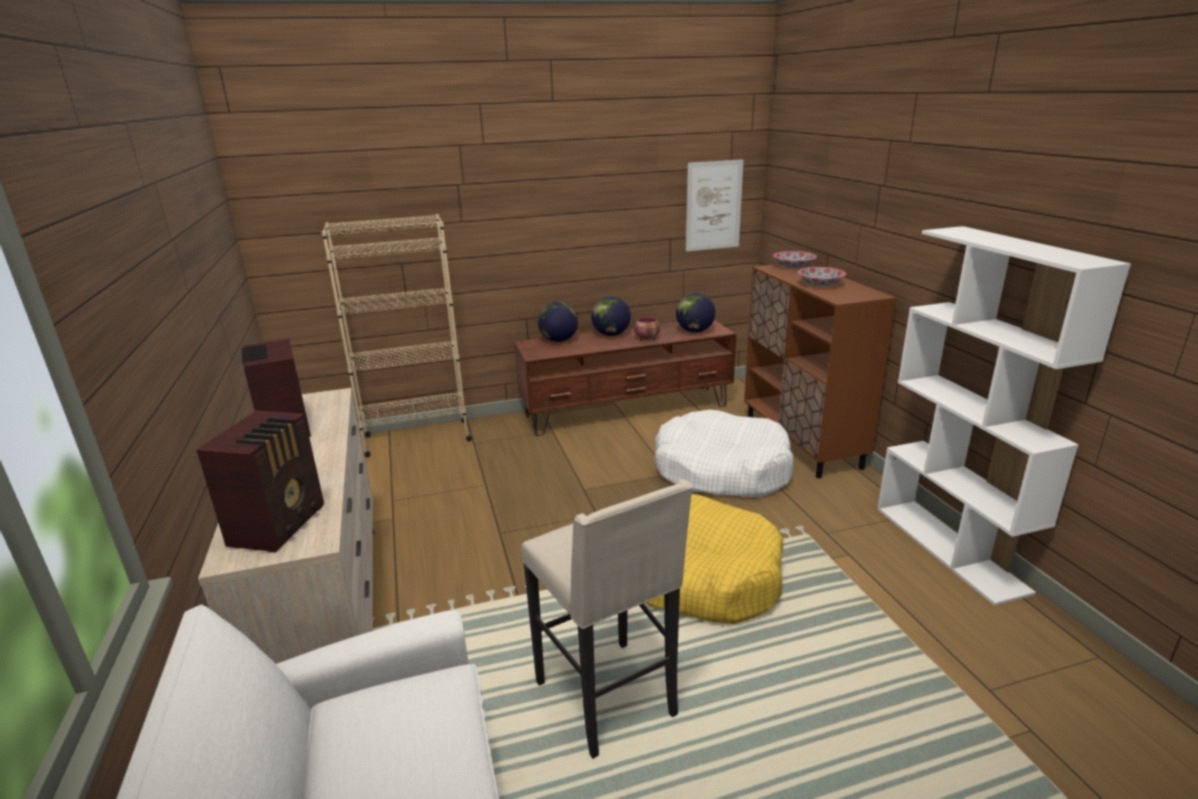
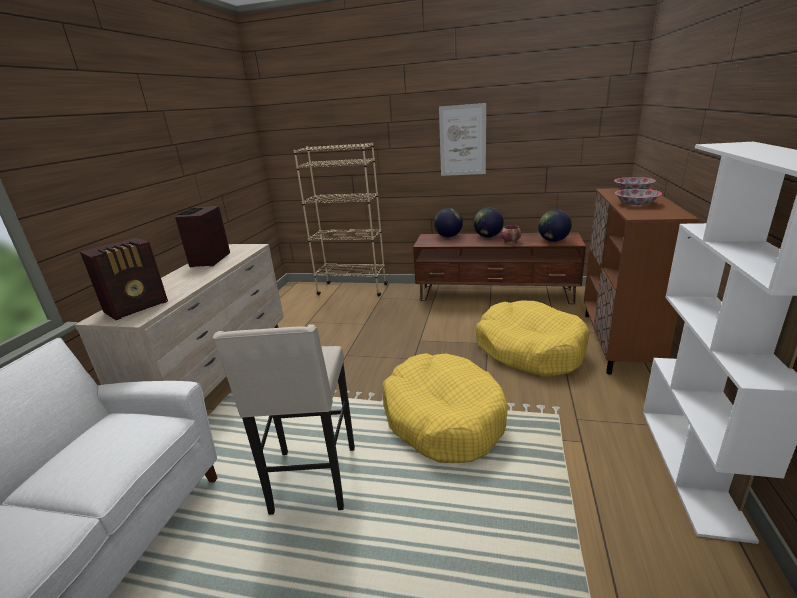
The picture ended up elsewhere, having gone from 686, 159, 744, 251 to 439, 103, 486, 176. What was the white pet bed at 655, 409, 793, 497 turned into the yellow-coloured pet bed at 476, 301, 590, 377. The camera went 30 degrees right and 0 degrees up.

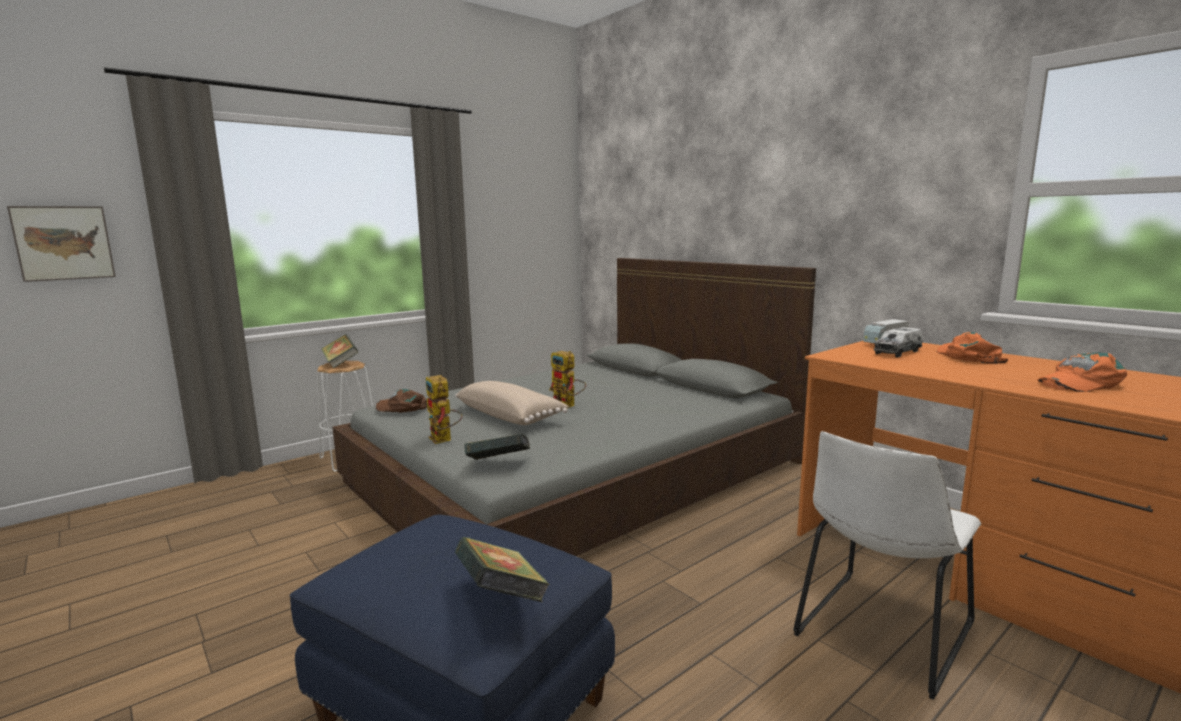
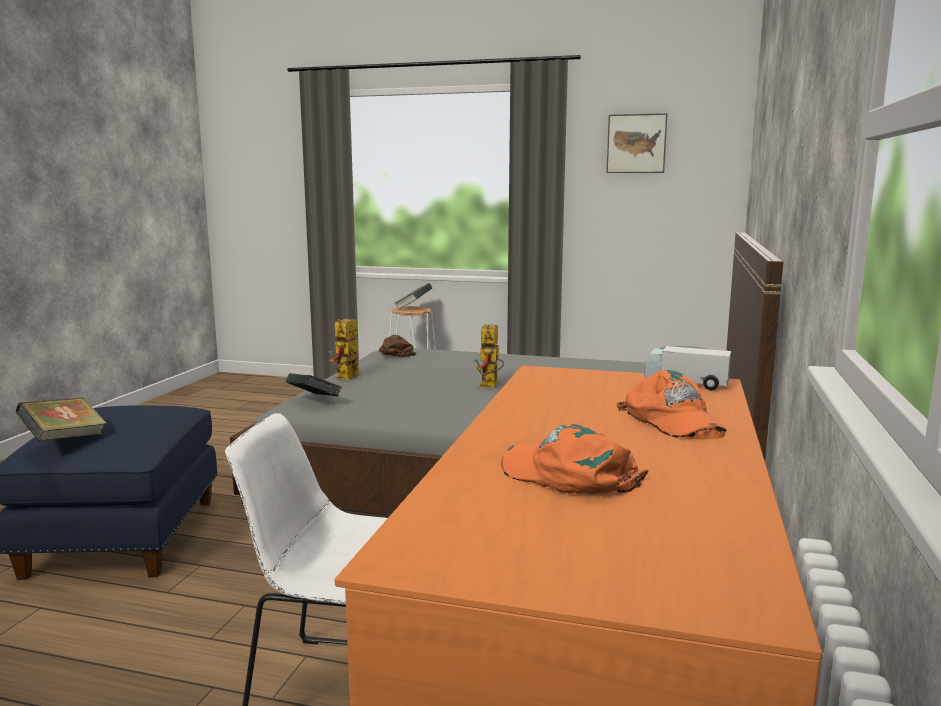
The second view lost the beige cushion at 455, 381, 569, 425. The second view lost the model truck at 874, 327, 923, 357. The picture ended up elsewhere, having gone from 7, 206, 116, 282 to 606, 113, 667, 173. The orange-coloured baseball cap at 936, 332, 1009, 364 ended up facing another way, 105 degrees clockwise from before. The camera went 55 degrees right and 0 degrees up.

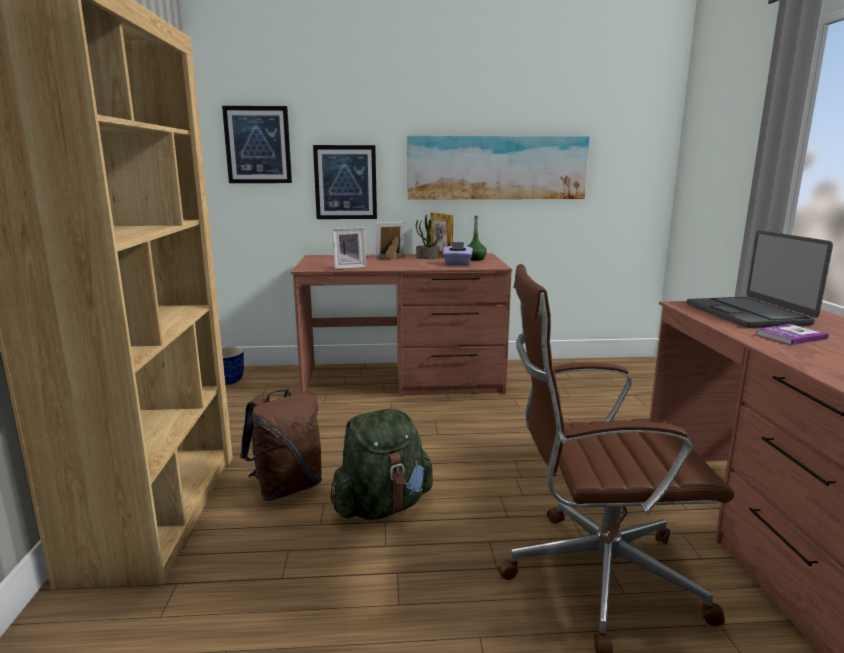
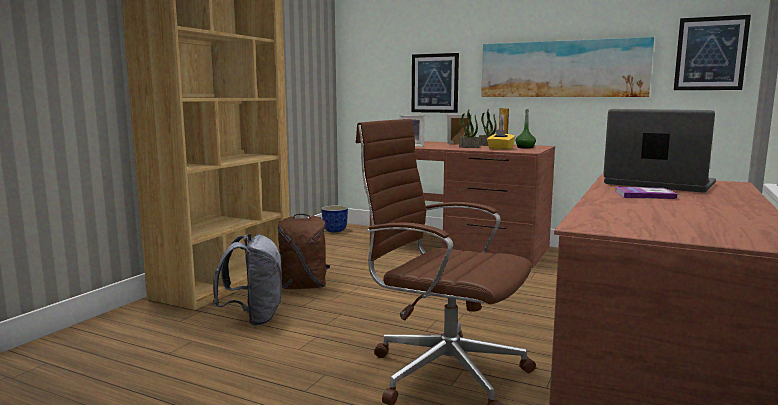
The second view lost the green-coloured knapsack at 330, 409, 433, 520. The second view gained the grey knapsack at 212, 234, 282, 326. The second view gained the plant in a pot at 459, 110, 480, 148. The picture ended up elsewhere, having gone from 222, 106, 292, 183 to 674, 15, 751, 90. What was the purplish box of tissues at 443, 242, 473, 265 turned into the yellow-coloured box of tissues at 487, 129, 516, 150. The laptop at 687, 230, 833, 328 ended up facing another way, 105 degrees clockwise from before. The camera went 30 degrees right and 5 degrees down.

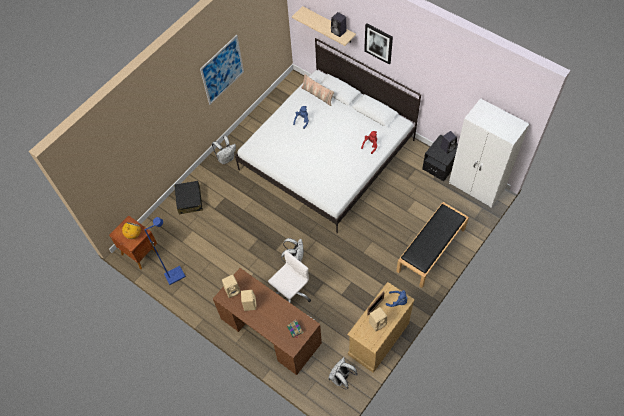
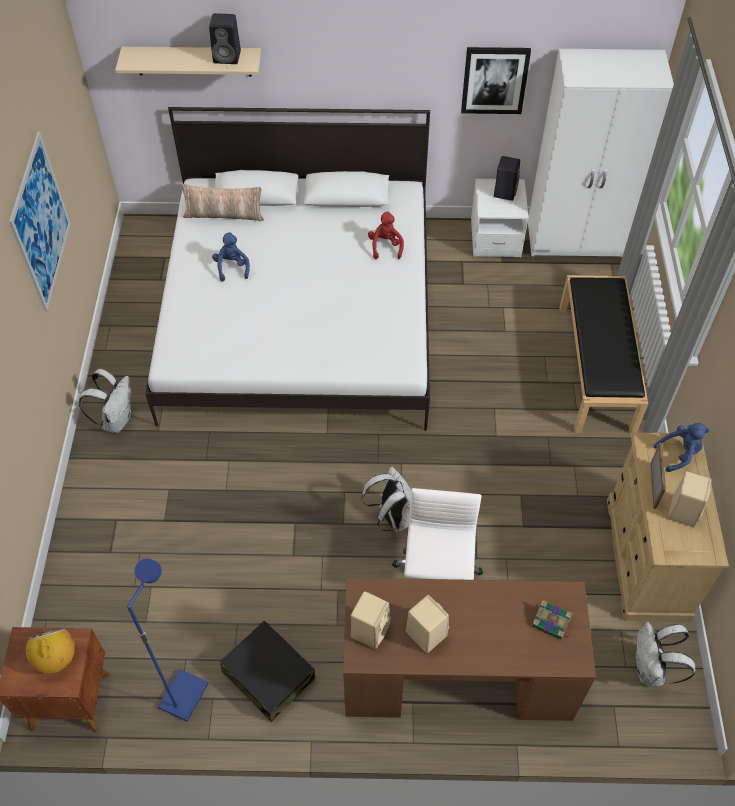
The black travel case ended up elsewhere, having gone from 174, 181, 203, 214 to 219, 620, 315, 722. The picture ended up elsewhere, having gone from 364, 23, 393, 65 to 461, 47, 531, 114. What was the black bedside table at 422, 134, 458, 182 turned into the white bedside table at 471, 179, 529, 257. The camera went 40 degrees left and 5 degrees down.

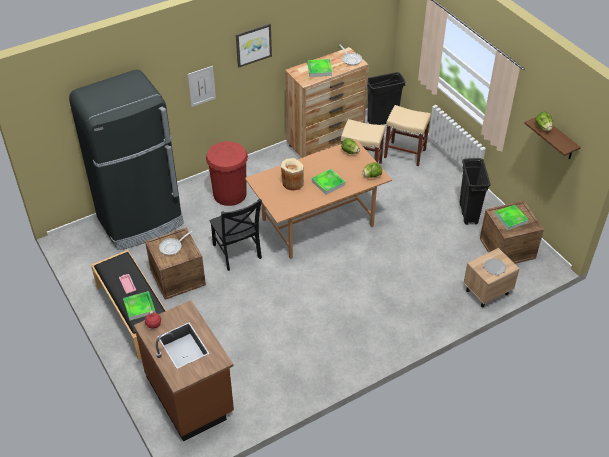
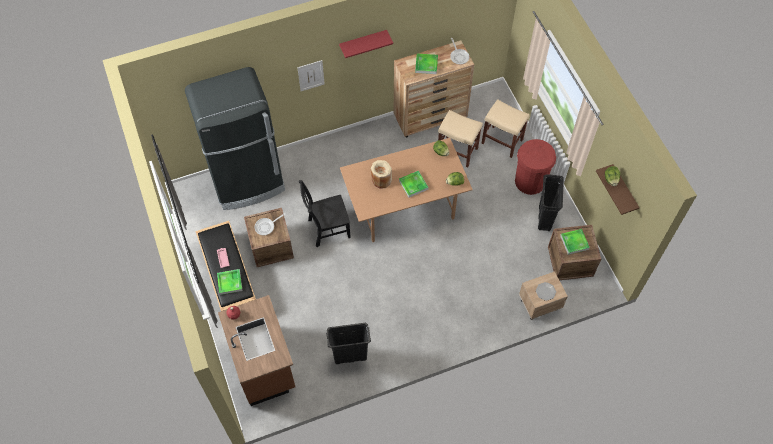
The reddish trash can ended up elsewhere, having gone from 206, 141, 248, 206 to 515, 139, 556, 195. The black trash can ended up elsewhere, having gone from 367, 72, 406, 125 to 326, 323, 371, 364. Where the picture hung at 236, 23, 272, 68, the reddish shelf came to hang at 339, 30, 393, 58. The black plain chair at 209, 199, 262, 271 ended up facing another way, 90 degrees clockwise from before. The camera went 10 degrees right and 15 degrees up.

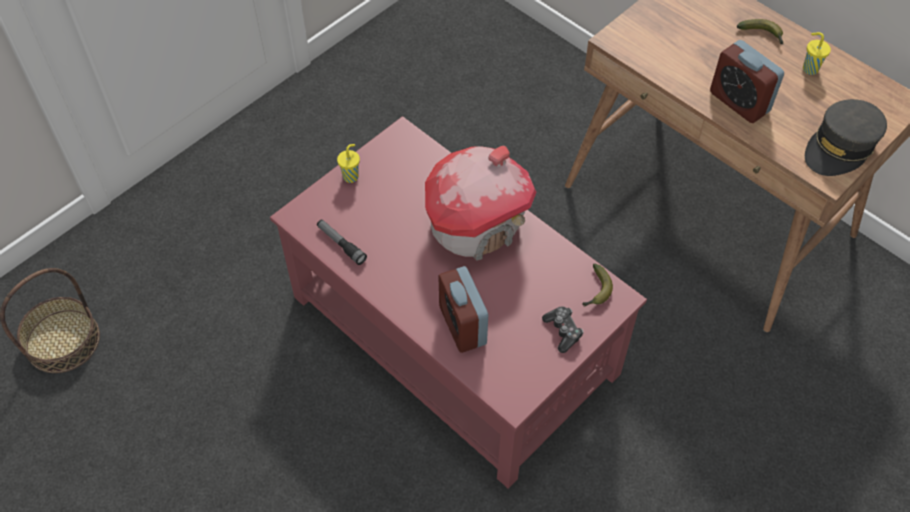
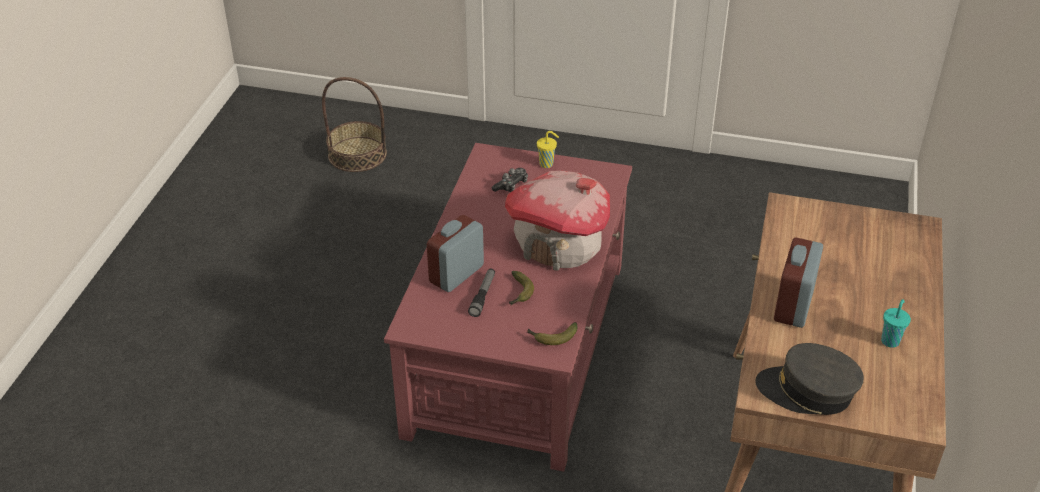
The flashlight ended up elsewhere, having gone from 317, 220, 367, 265 to 468, 269, 495, 317. The game controller ended up elsewhere, having gone from 542, 306, 584, 353 to 491, 168, 528, 193. The banana ended up elsewhere, having gone from 737, 19, 783, 44 to 509, 271, 534, 305. What was the yellow-coloured drinking cup at 803, 32, 831, 75 turned into the turquoise-coloured drinking cup at 881, 299, 911, 348. The camera went 60 degrees right and 15 degrees down.

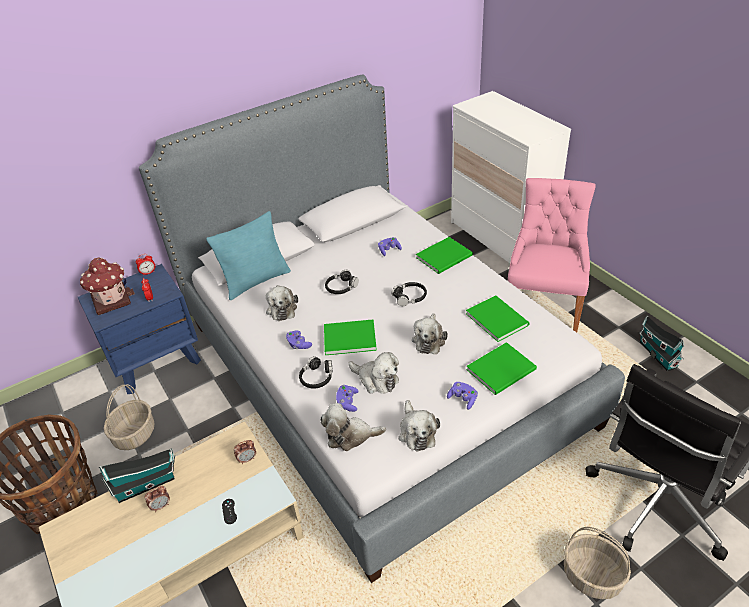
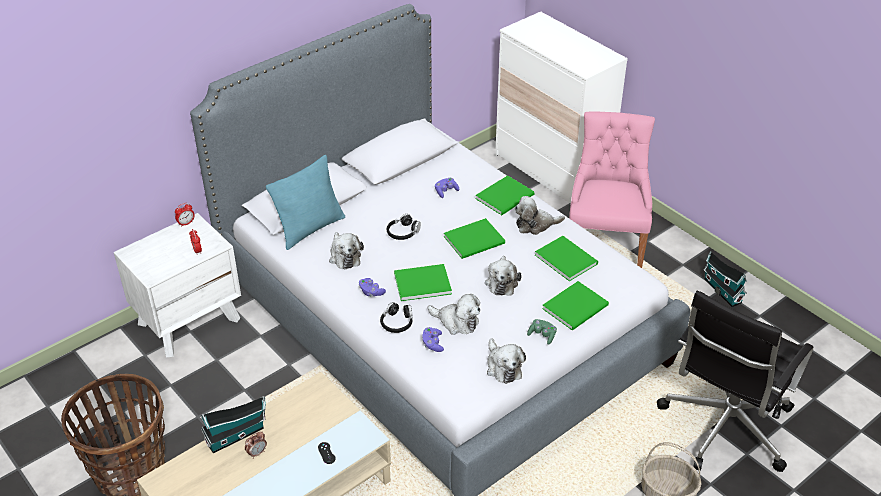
The second view lost the toy house at 80, 257, 135, 315. The second view lost the household basket at 104, 384, 155, 450. The second view lost the alarm clock at 234, 440, 256, 464. The cuddly toy ended up elsewhere, having gone from 320, 403, 386, 451 to 515, 196, 565, 235. Where the black headset stood at 392, 282, 427, 306, the green-coloured book came to stand at 444, 218, 505, 259. What was the blue-coloured bedside table at 78, 264, 201, 394 turned into the white bedside table at 114, 213, 241, 357. What was the purplish game controller at 447, 382, 478, 410 turned into the green-coloured game controller at 527, 319, 557, 345. The camera went 10 degrees left and 0 degrees up.

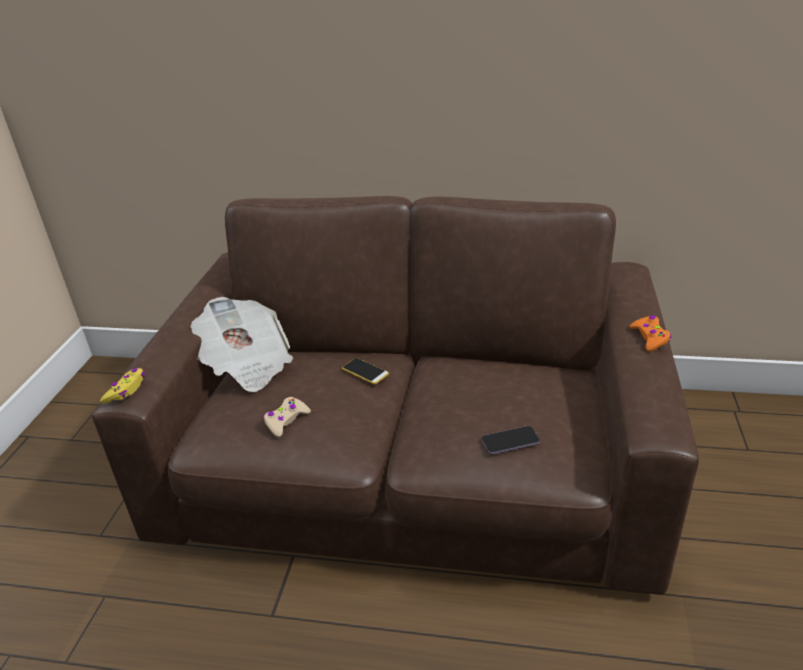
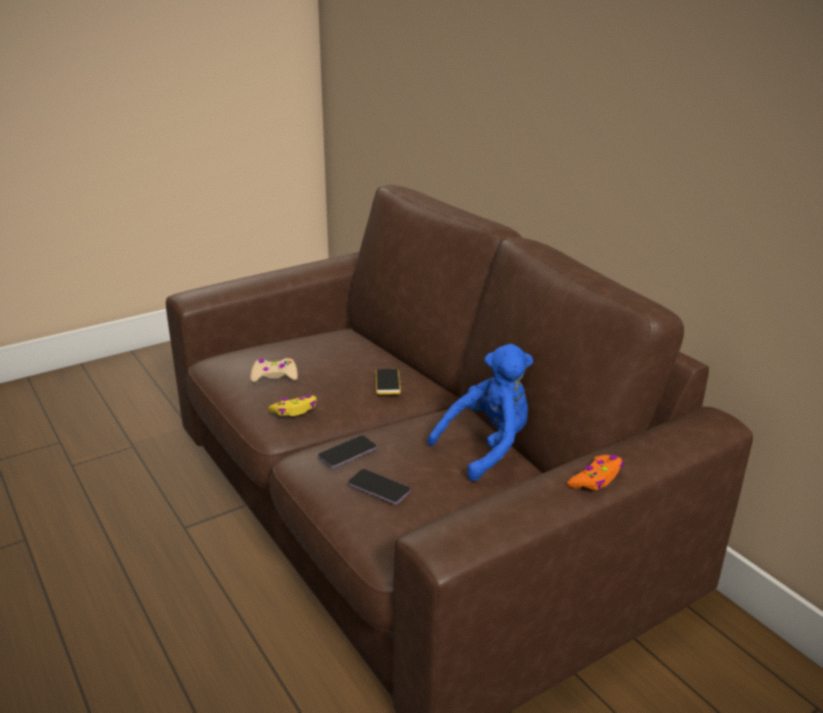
The second view lost the newspaper at 191, 297, 293, 392. The second view gained the telephone at 318, 435, 377, 468. The second view gained the blue-coloured cuddly toy at 427, 344, 533, 481. The yellow-coloured game controller ended up elsewhere, having gone from 100, 368, 145, 404 to 268, 395, 317, 416. The camera went 45 degrees right and 5 degrees down.

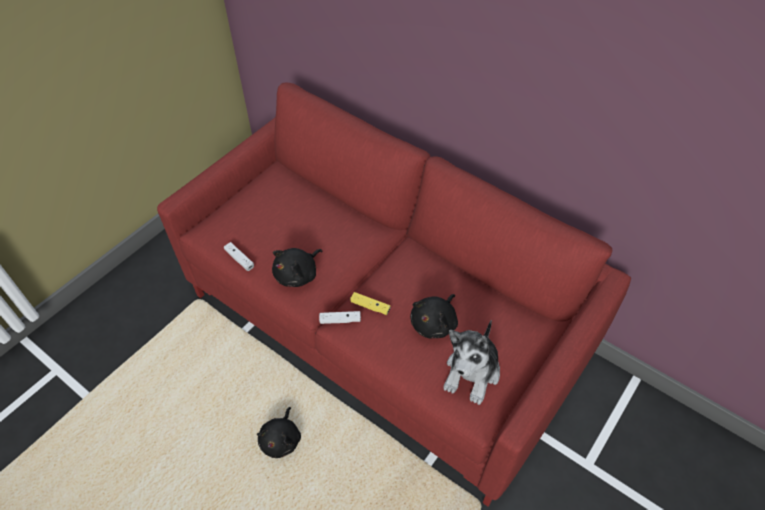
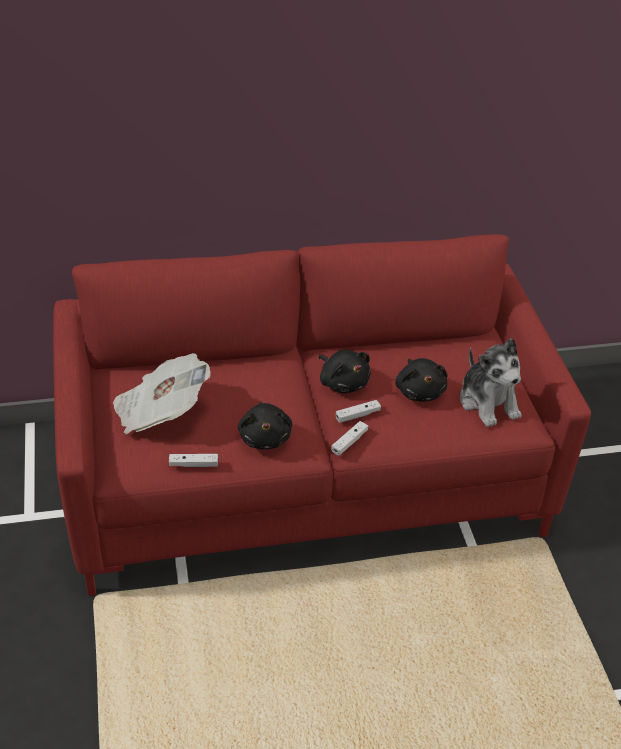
The second view gained the newspaper at 113, 353, 211, 434. The black cuddly toy ended up elsewhere, having gone from 257, 407, 301, 458 to 318, 350, 371, 393. What was the yellow-coloured game controller at 350, 292, 391, 315 turned into the white game controller at 336, 400, 381, 423. The camera went 50 degrees left and 10 degrees down.

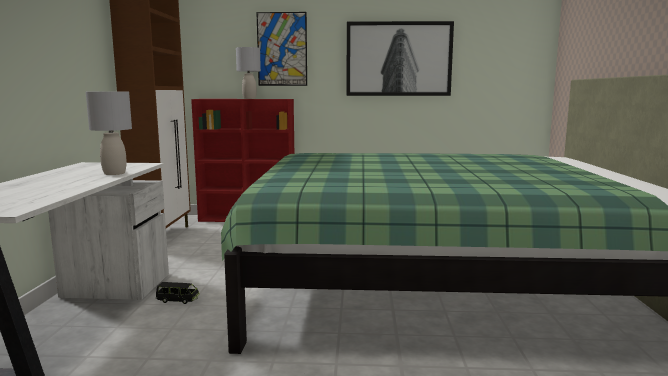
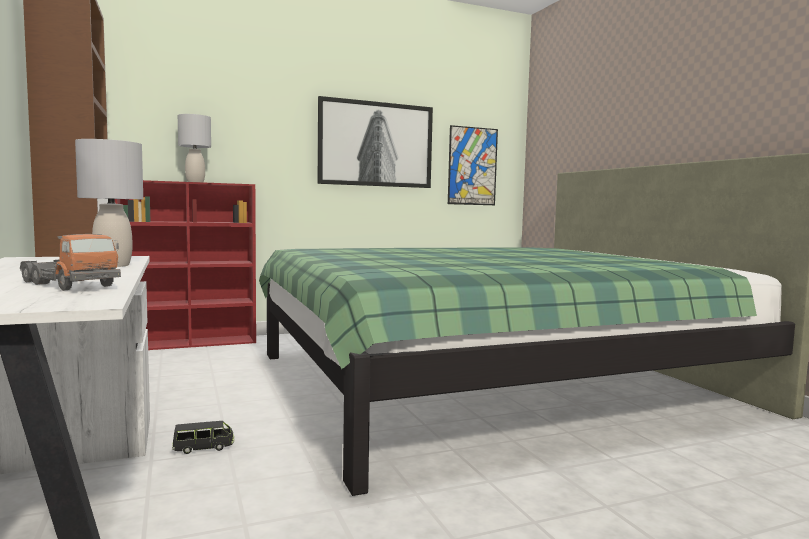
The second view gained the model truck at 20, 234, 121, 291. The picture ended up elsewhere, having gone from 256, 12, 307, 86 to 448, 125, 498, 205. The camera went 25 degrees left and 5 degrees down.

